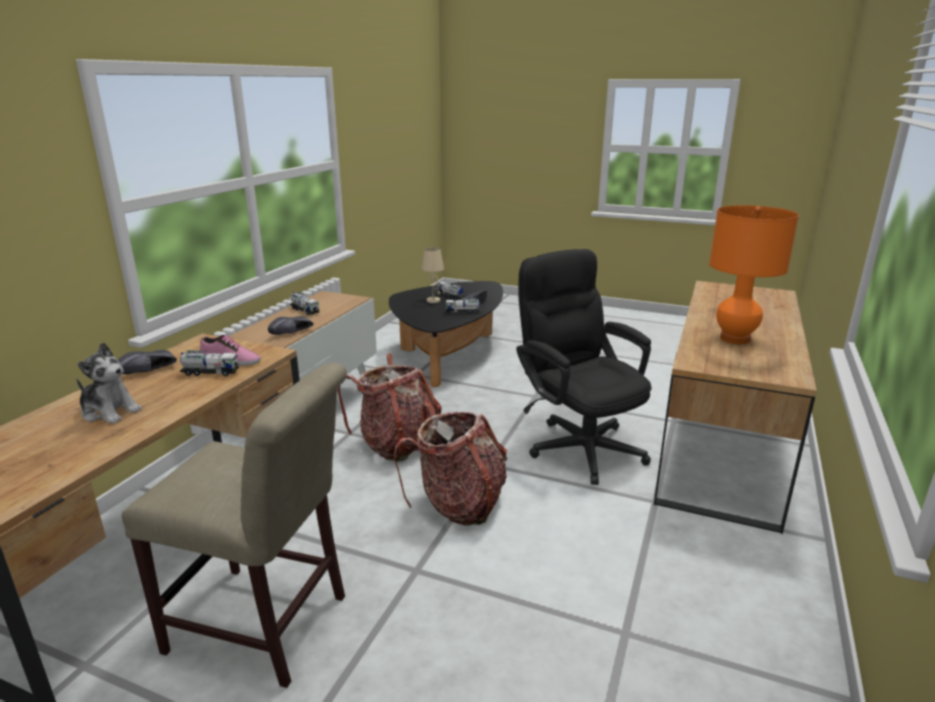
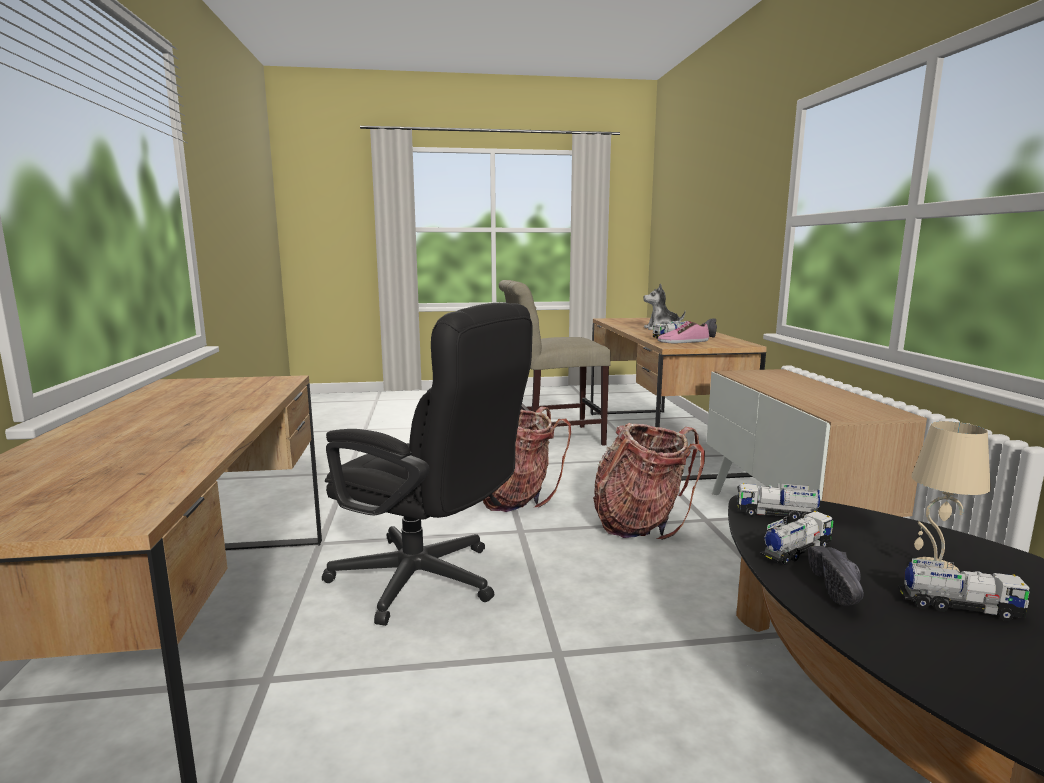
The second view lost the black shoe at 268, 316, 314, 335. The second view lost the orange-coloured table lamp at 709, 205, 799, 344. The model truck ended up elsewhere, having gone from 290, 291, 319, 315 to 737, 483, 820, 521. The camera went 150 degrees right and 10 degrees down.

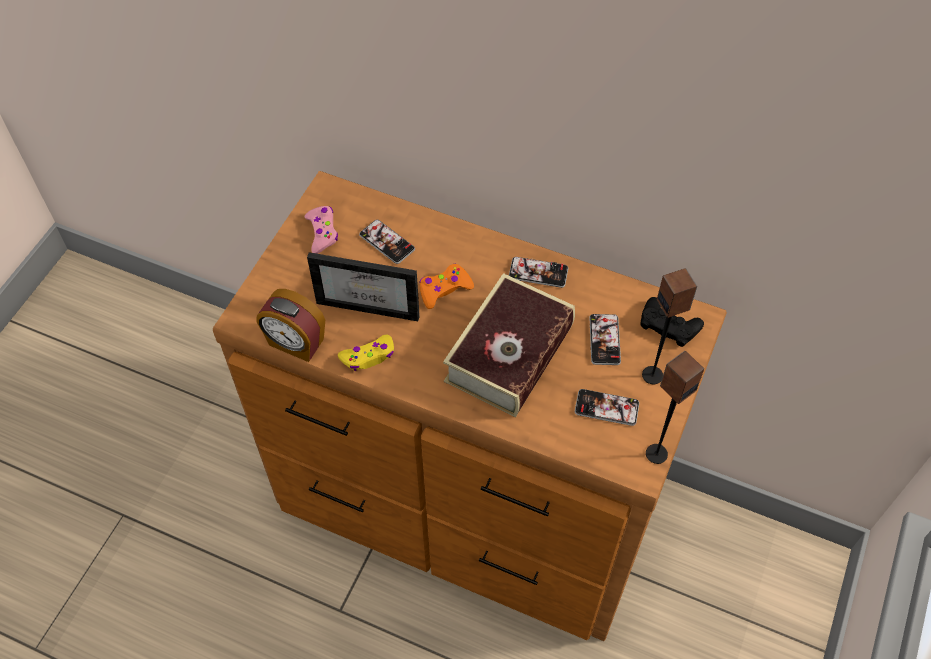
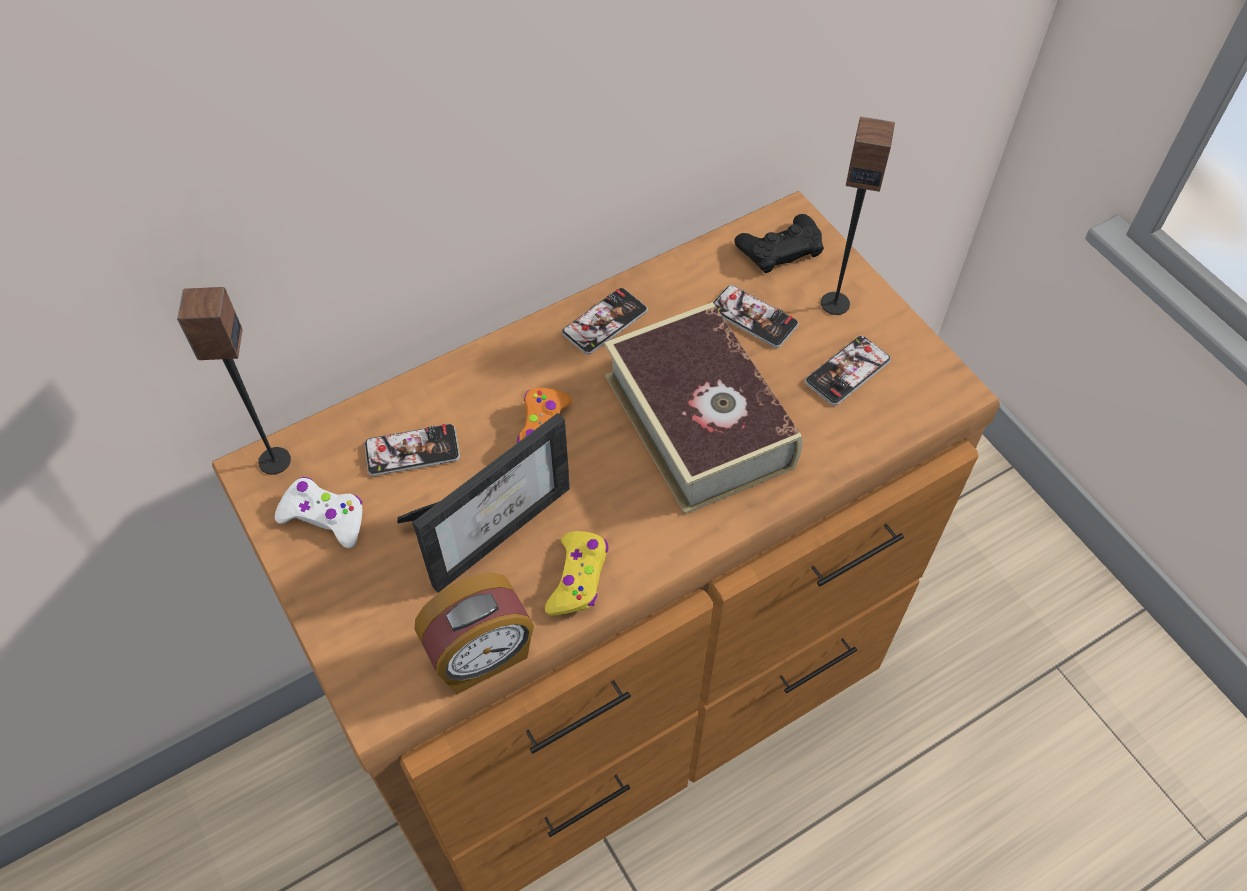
The speaker ended up elsewhere, having gone from 646, 351, 704, 464 to 177, 287, 291, 474. What was the pinkish game controller at 305, 206, 338, 254 turned into the white game controller at 275, 477, 362, 549. The camera went 55 degrees left and 0 degrees up.

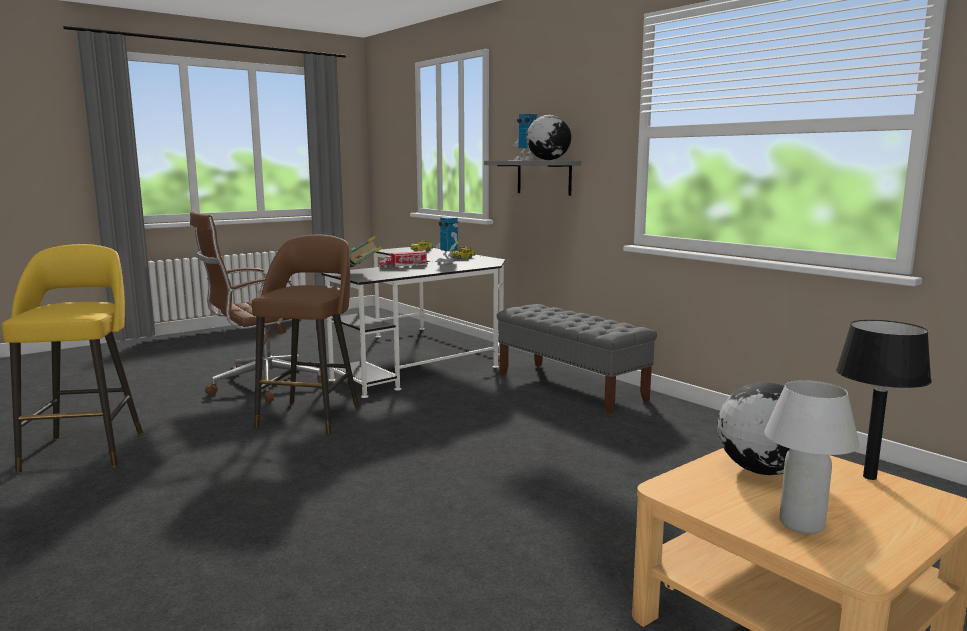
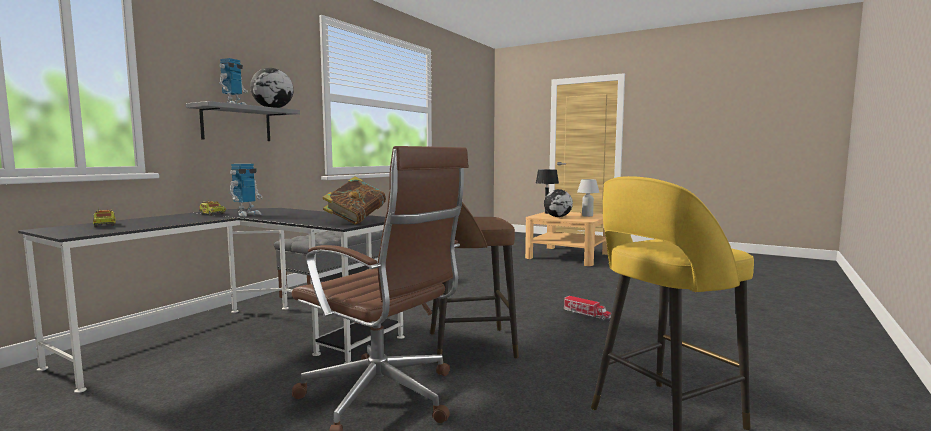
The model truck ended up elsewhere, having gone from 378, 251, 428, 269 to 563, 296, 611, 320. The camera went 110 degrees left and 5 degrees down.

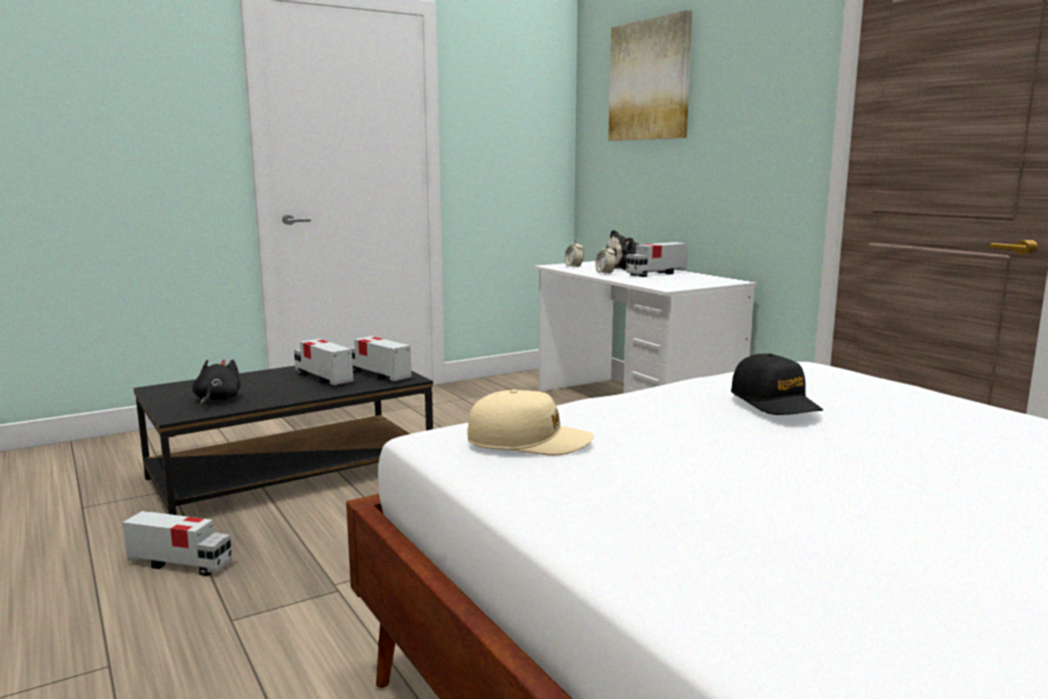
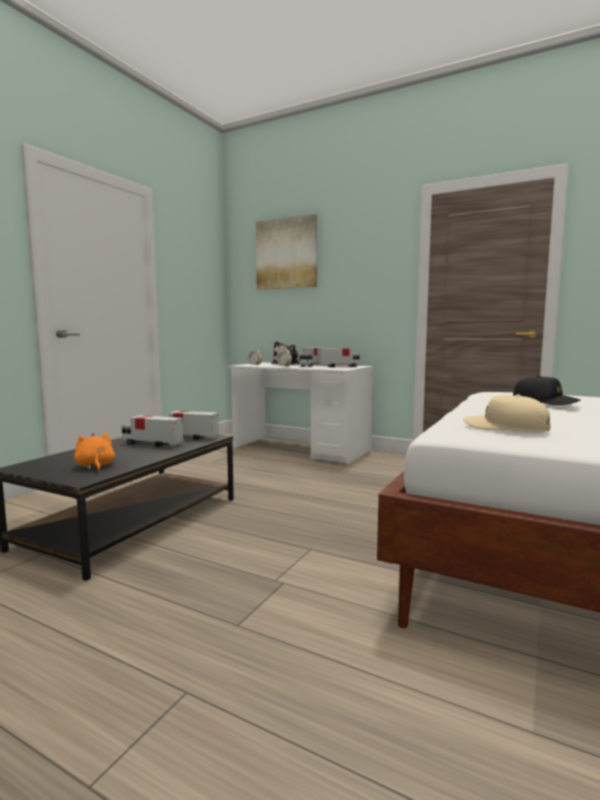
The model truck ended up elsewhere, having gone from 123, 511, 233, 576 to 317, 348, 360, 368. What was the black cuddly toy at 192, 360, 241, 408 turned into the orange-coloured cuddly toy at 74, 432, 115, 471. The beige baseball cap at 468, 390, 594, 456 ended up facing another way, 120 degrees counterclockwise from before. The camera went 30 degrees left and 5 degrees down.

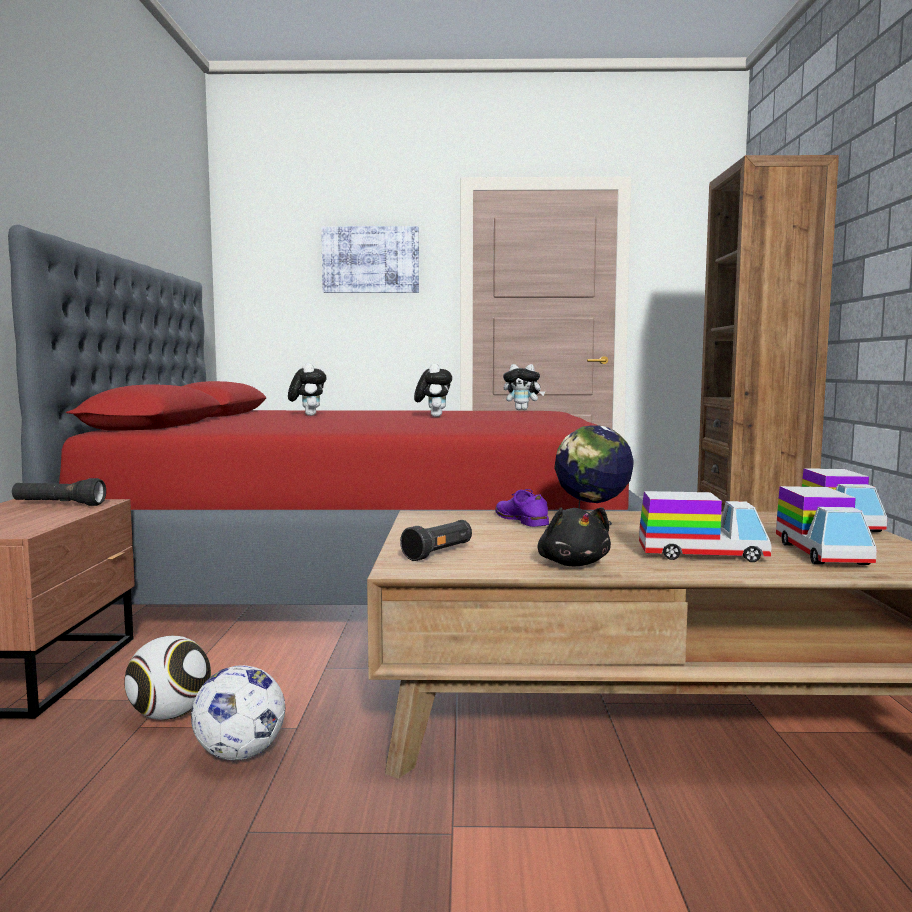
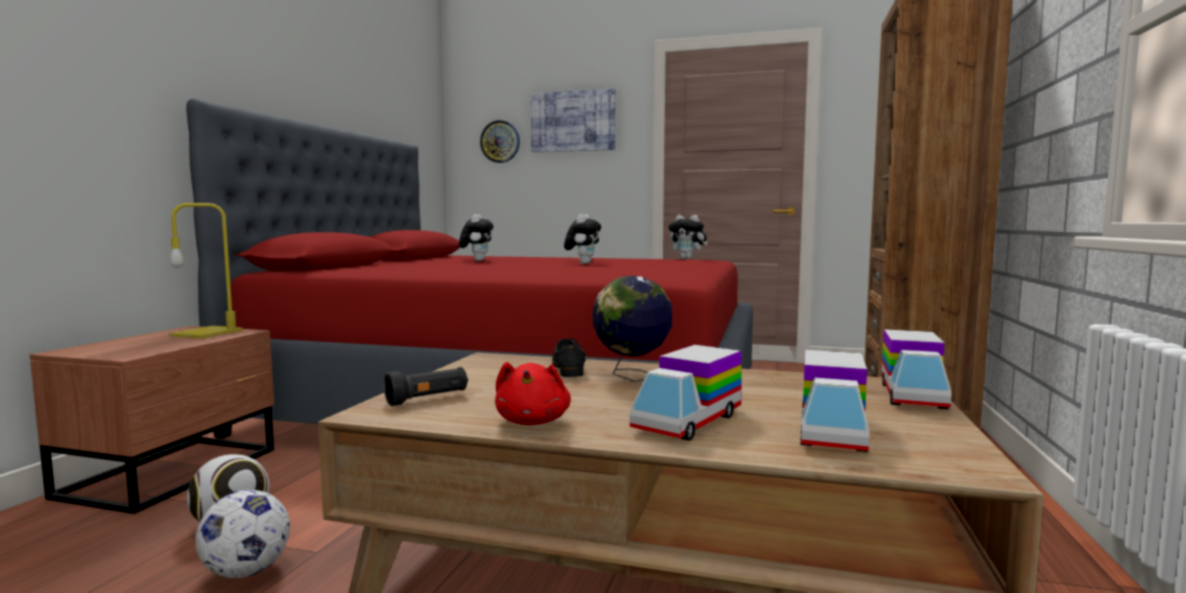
The second view gained the clock on the wall at 480, 120, 520, 163. Where the black flashlight stood at 12, 478, 106, 506, the yellow-coloured table lamp came to stand at 169, 203, 243, 339. What was the purplish shoe at 495, 489, 549, 527 turned into the black shoe at 552, 338, 586, 377. What was the black cuddly toy at 538, 507, 611, 566 turned into the reddish cuddly toy at 495, 362, 571, 425. The model truck at 639, 491, 772, 562 ended up facing another way, 105 degrees clockwise from before. The camera went 15 degrees right and 0 degrees up.

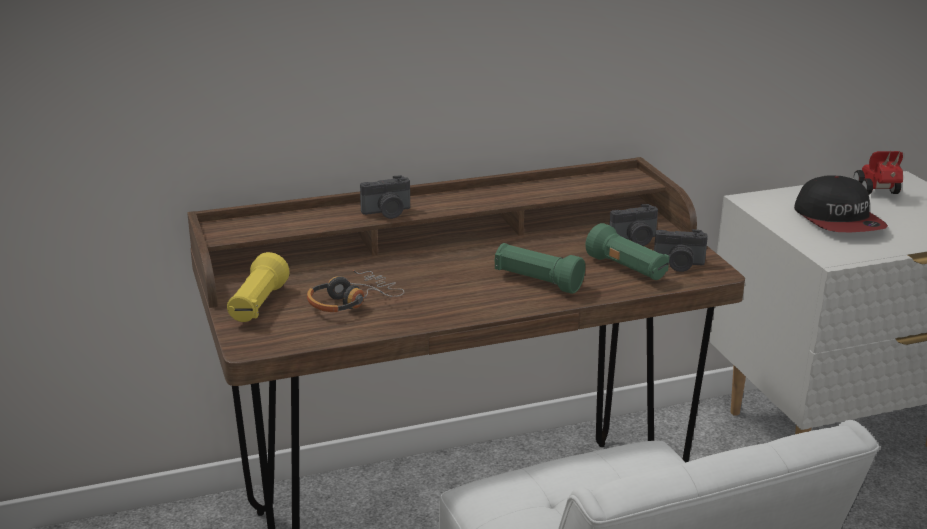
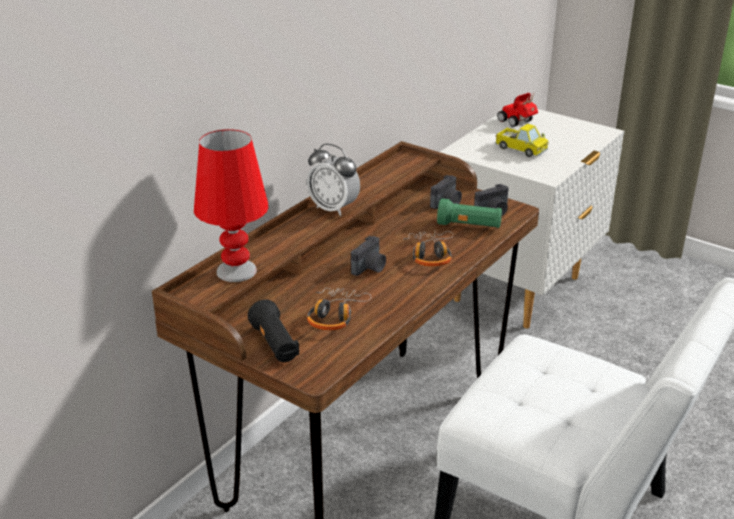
The second view gained the reddish table lamp at 194, 129, 269, 282. The second view gained the alarm clock at 307, 143, 360, 216. The photo camera ended up elsewhere, having gone from 360, 175, 410, 219 to 351, 236, 386, 276. Where the green-coloured flashlight stood at 495, 243, 585, 294, the headset came to stand at 401, 231, 454, 267. Where the baseball cap stood at 794, 176, 888, 232, the model truck came to stand at 495, 124, 549, 157. What was the yellow-coloured flashlight at 227, 252, 289, 322 turned into the black flashlight at 248, 299, 299, 362. The camera went 35 degrees left and 5 degrees up.

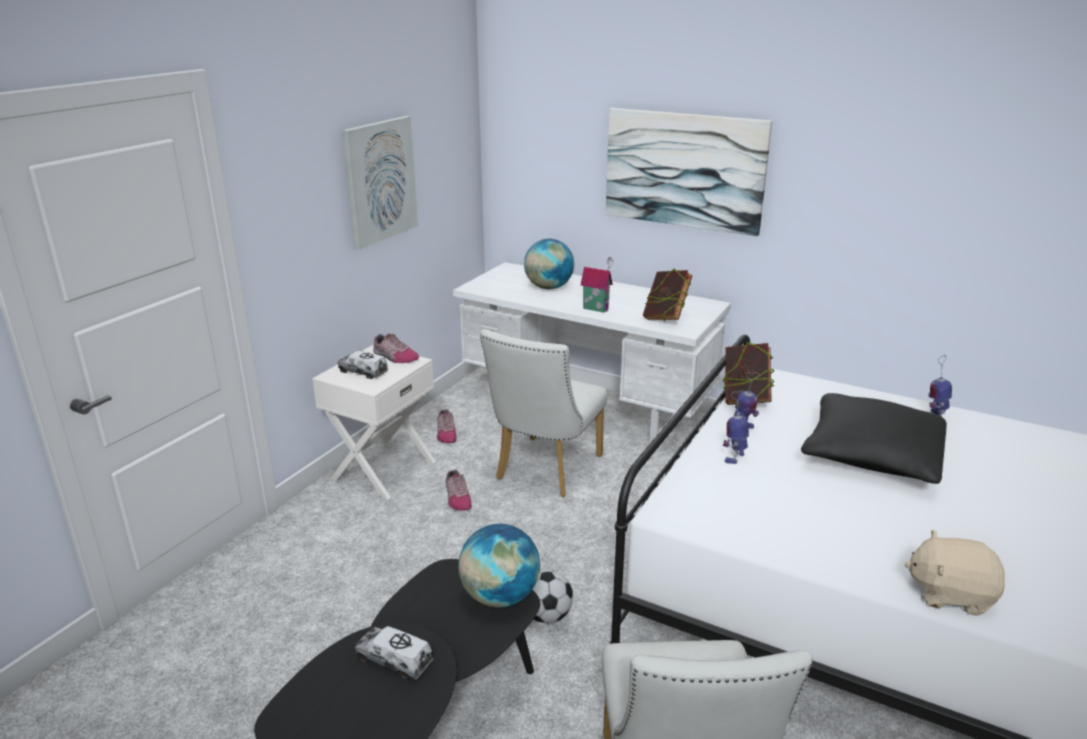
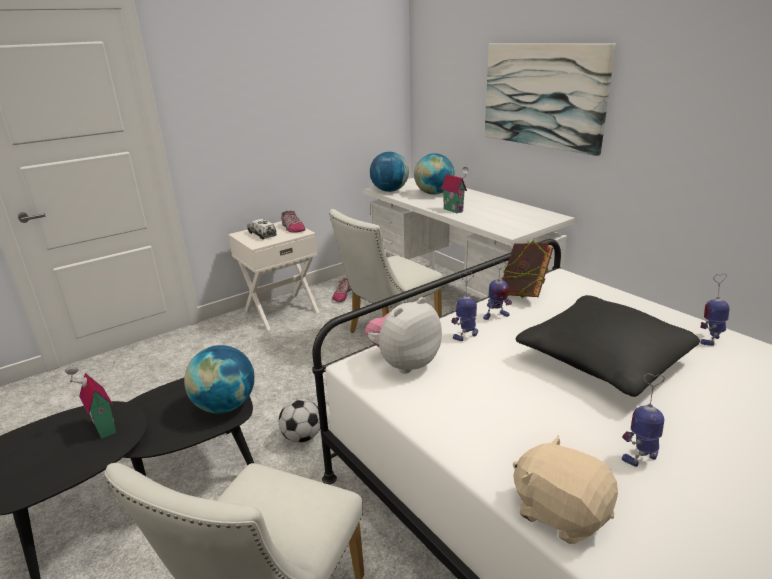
The second view lost the picture at 342, 116, 418, 249. The second view lost the shoe at 446, 470, 472, 511. The second view lost the book at 643, 268, 692, 321. The second view gained the cuddly toy at 365, 297, 442, 374. The second view gained the desk globe at 370, 152, 409, 192. The second view gained the robot figure at 622, 374, 665, 467. Where the model truck stood at 355, 626, 433, 680, the toy house came to stand at 65, 365, 116, 439. The camera went 25 degrees right and 0 degrees up.

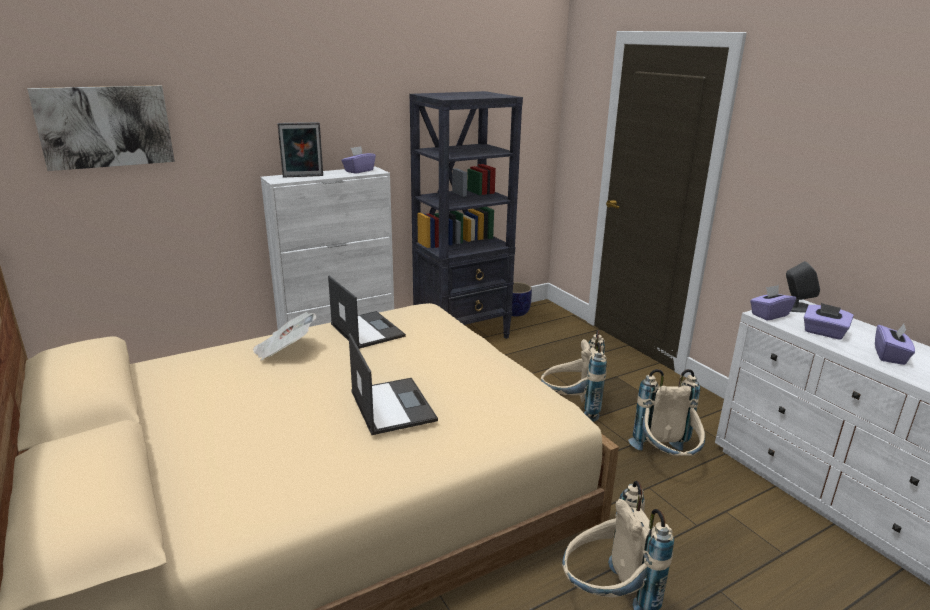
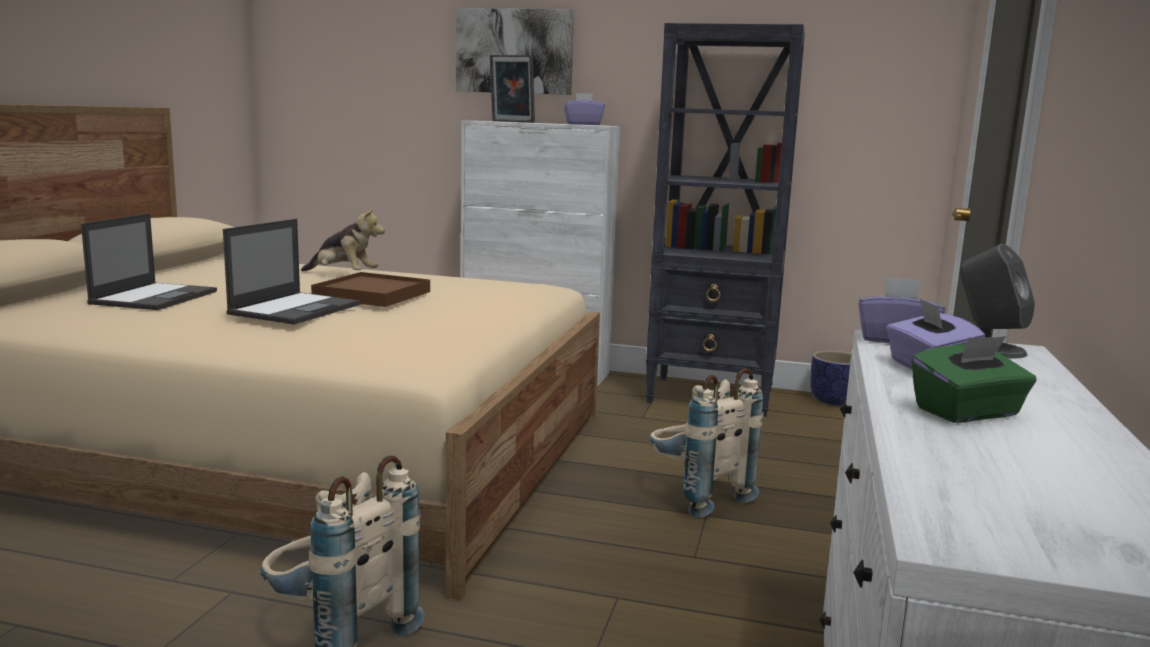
The second view lost the beige knapsack at 628, 369, 705, 456. The second view gained the brown serving tray at 311, 272, 430, 307. The picture ended up elsewhere, having gone from 27, 85, 175, 171 to 456, 8, 574, 95. The laptop ended up elsewhere, having gone from 328, 276, 406, 349 to 81, 213, 217, 310. Where the newspaper stood at 253, 312, 316, 361, the cuddly toy came to stand at 301, 207, 385, 271. What was the purplish box of tissues at 875, 324, 915, 365 turned into the green-coloured box of tissues at 911, 336, 1037, 423. The camera went 45 degrees right and 10 degrees down.

